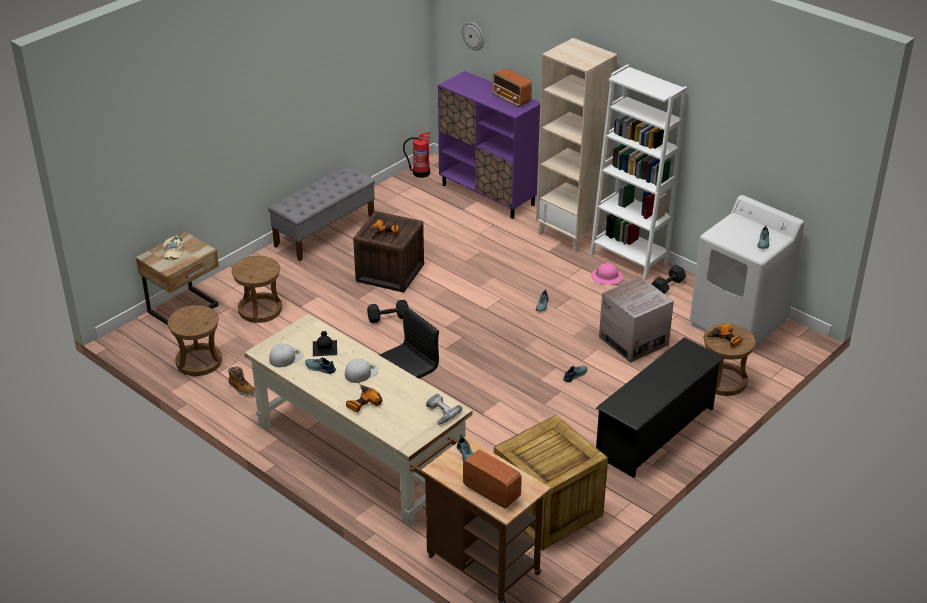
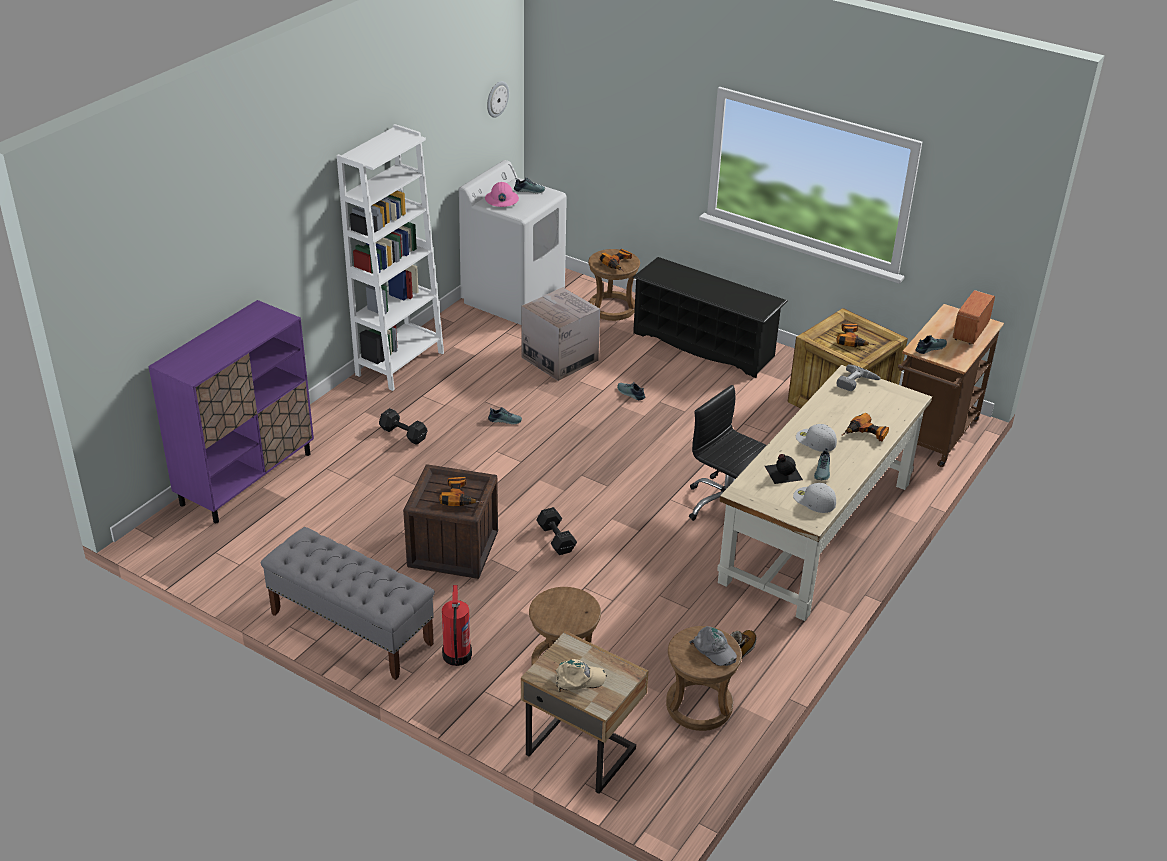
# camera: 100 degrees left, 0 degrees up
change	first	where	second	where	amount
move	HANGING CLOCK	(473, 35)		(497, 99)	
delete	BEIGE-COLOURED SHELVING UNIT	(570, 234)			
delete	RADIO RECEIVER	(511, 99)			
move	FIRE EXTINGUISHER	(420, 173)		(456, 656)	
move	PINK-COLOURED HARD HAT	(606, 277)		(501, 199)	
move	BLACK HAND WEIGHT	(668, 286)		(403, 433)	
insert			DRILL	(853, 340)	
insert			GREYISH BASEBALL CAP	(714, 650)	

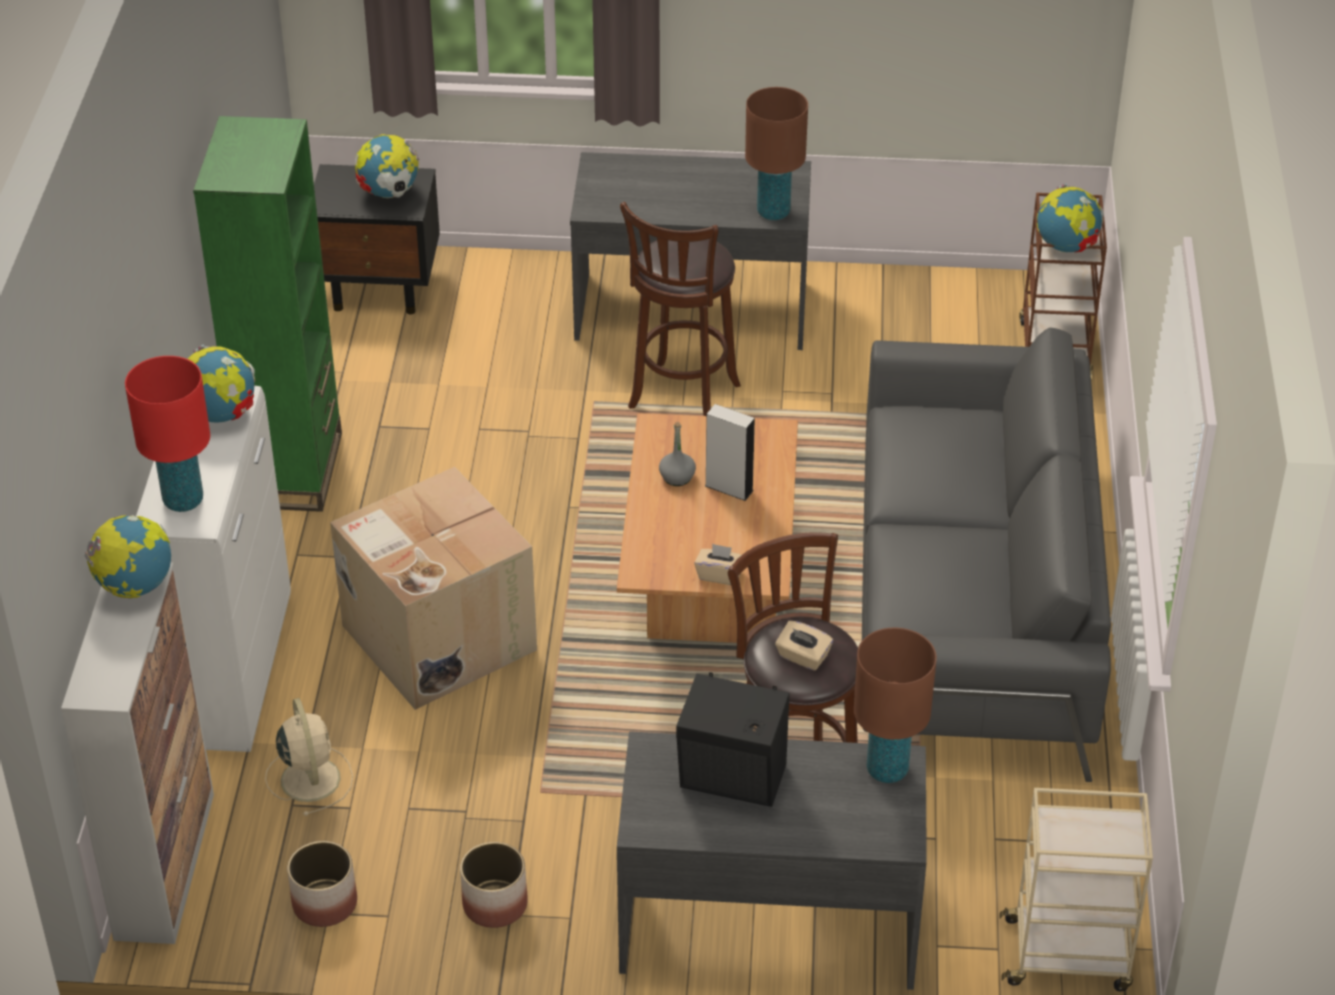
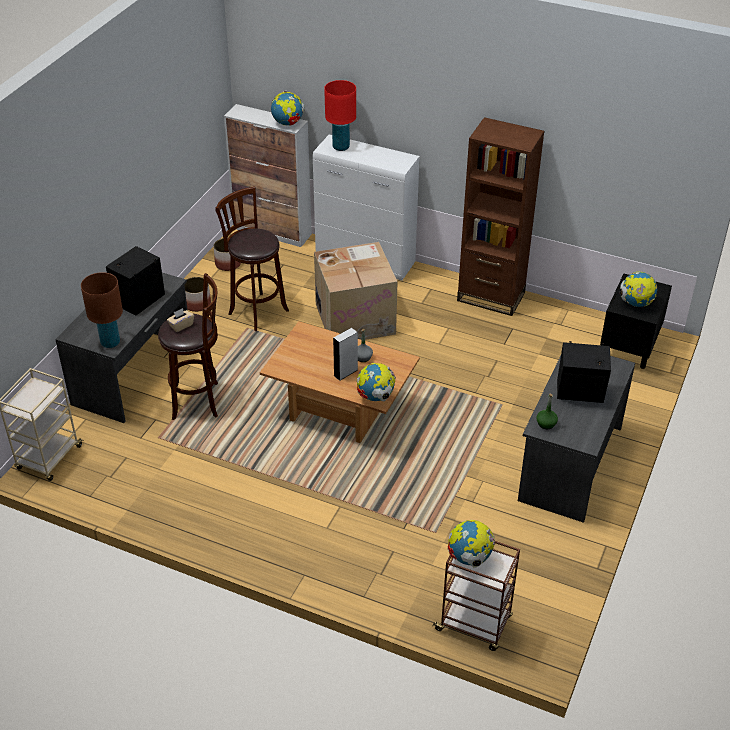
# camera: 110 degrees right, 0 degrees up
change	first	where	second	where	amount
replace	BROWNISH TABLE LAMP	(773, 212)	GREEN DRINK BOTTLE	(546, 424)	
recolor	GREEN SHELVING UNIT	(292, 470)	BROWNISH SHELVING UNIT	(491, 297)	
move	BROWNISH STOOL	(682, 400)		(256, 311)	
delete	GREYISH SETTEE	(971, 601)			
move	WORLD GLOBE	(222, 414)		(375, 397)	
delete	BEIGE-COLOURED TISSUE BOX	(720, 575)			
delete	BEIGE-COLOURED ELECTRIC FAN	(310, 777)			
insert			BLACK LOUDSPEAKER	(581, 393)	

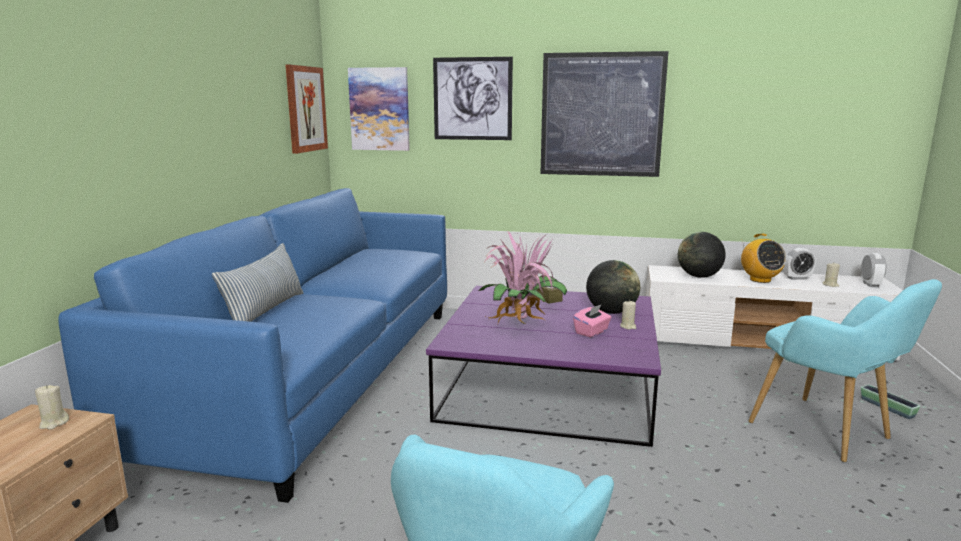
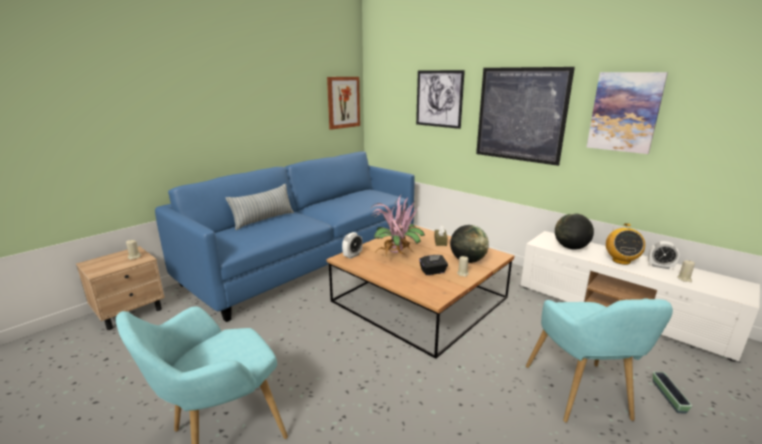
# camera: 30 degrees right, 5 degrees up
change	first	where	second	where	amount
move	WALL ART	(379, 109)		(624, 112)	
move	BEDSIDE CLOCK	(870, 284)		(352, 255)	
recolor	PURPLISH COFFEE TABLE	(549, 386)	BROWNISH COFFEE TABLE	(419, 299)	
recolor	PINK-COLOURED TISSUE BOX	(592, 332)	BLACK TISSUE BOX	(433, 271)	

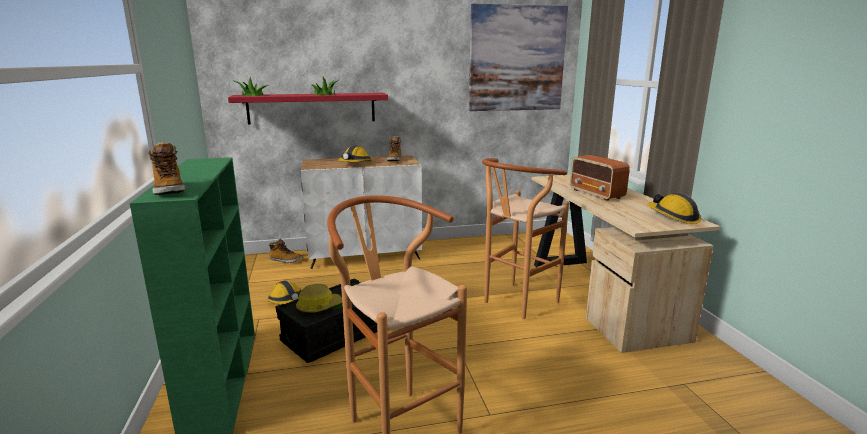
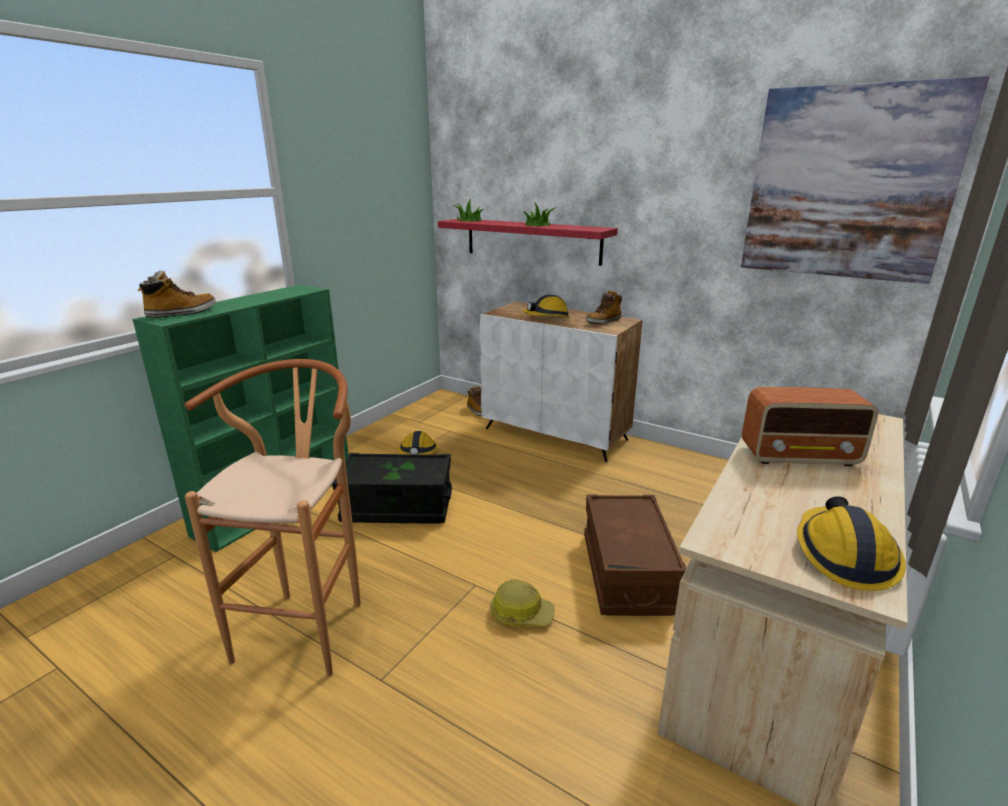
# camera: 45 degrees right, 5 degrees up
change	first	where	second	where	amount
rotate	TALL BOOT	(169, 190)		(182, 313)	150 degrees counterclockwise
rotate	RADIO RECEIVER	(597, 194)		(800, 457)	105 degrees counterclockwise
replace	BROWNISH STOOL	(515, 303)	BROWNISH STORAGE CONTAINER	(626, 573)	
move	HARD HAT	(319, 307)		(521, 613)	

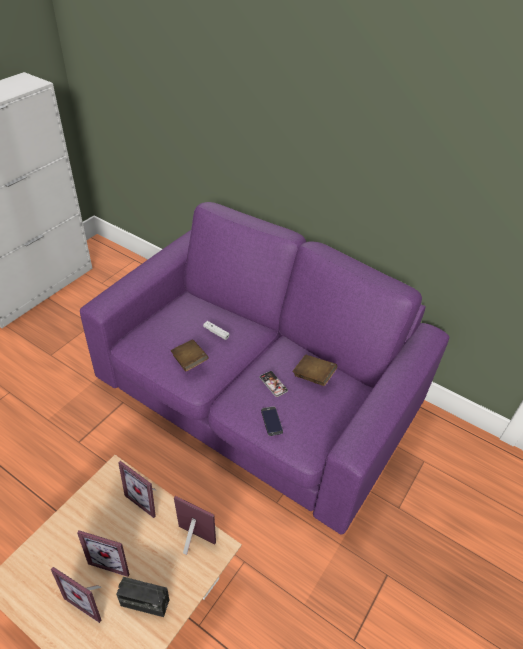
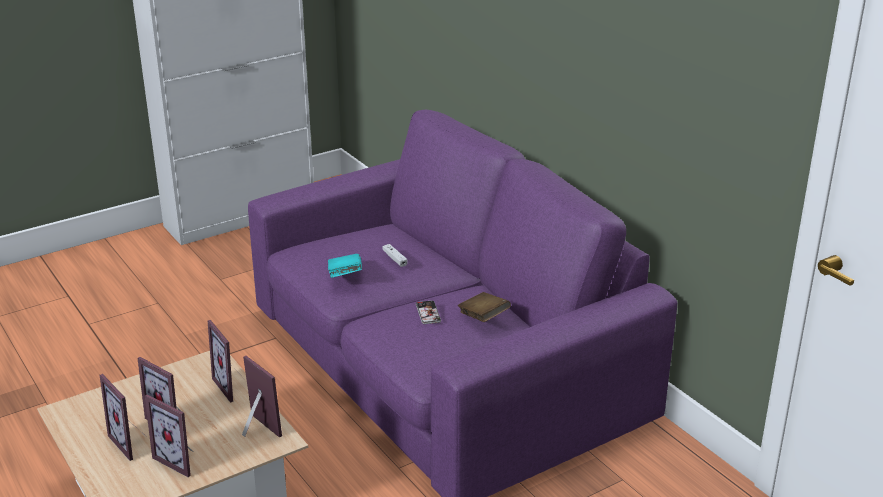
# camera: 25 degrees right, 15 degrees down
change	first	where	second	where	amount
recolor	BROWNISH BOOK	(189, 361)	TURQUOISE BOOK	(345, 276)	
delete	HANDSET	(271, 421)			
replace	RADIO RECEIVER	(145, 603)	PHOTO FRAME	(181, 459)	

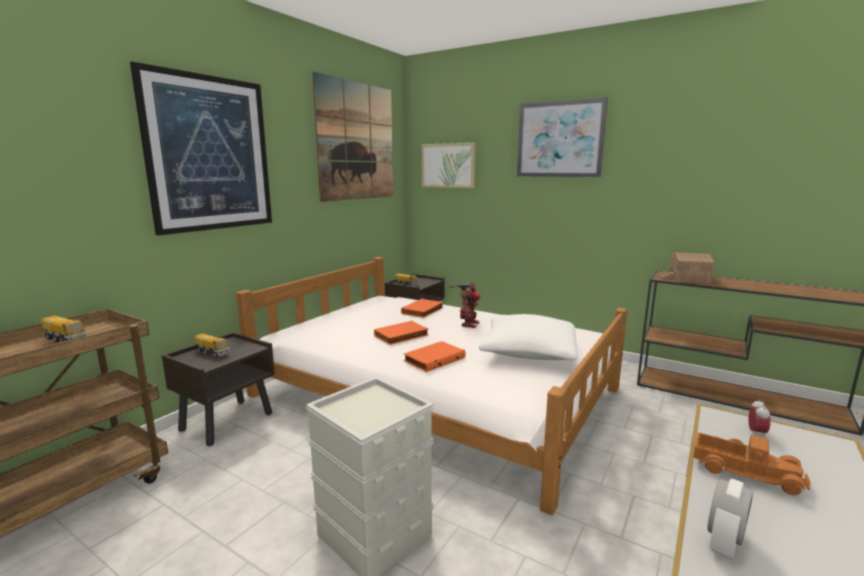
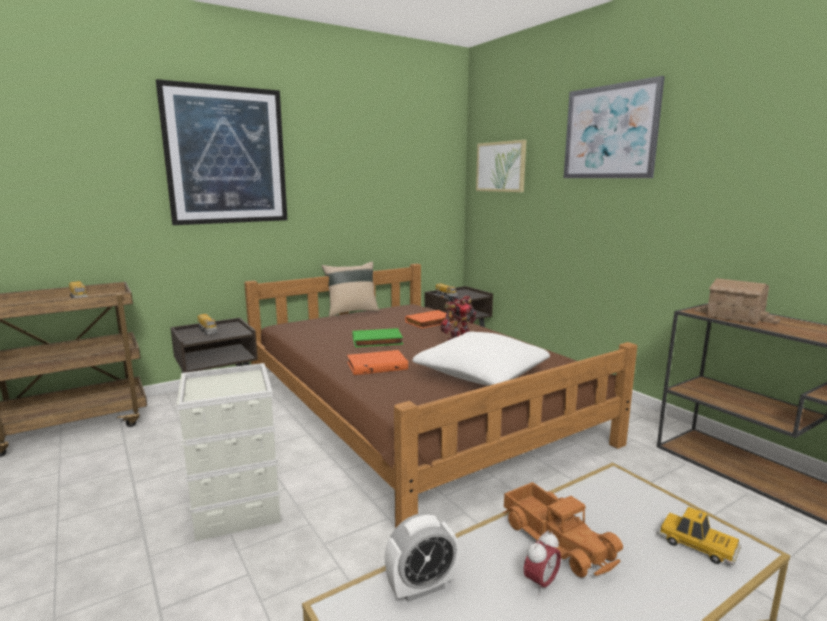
# camera: 25 degrees right, 0 degrees up
change	first	where	second	where	amount
delete	WALL ART	(356, 141)			
recolor	WHITE-COLOURED BEDROOM BED	(437, 392)	BROWNISH BEDROOM BED	(414, 407)	
recolor	ORANGE BOOK	(401, 336)	GREEN BOOK	(377, 341)	
move	BEDSIDE CLOCK	(756, 433)		(541, 583)	
insert			BEIGE-COLOURED PILLOW	(351, 311)	
insert			MINIATURE CAR	(697, 545)	

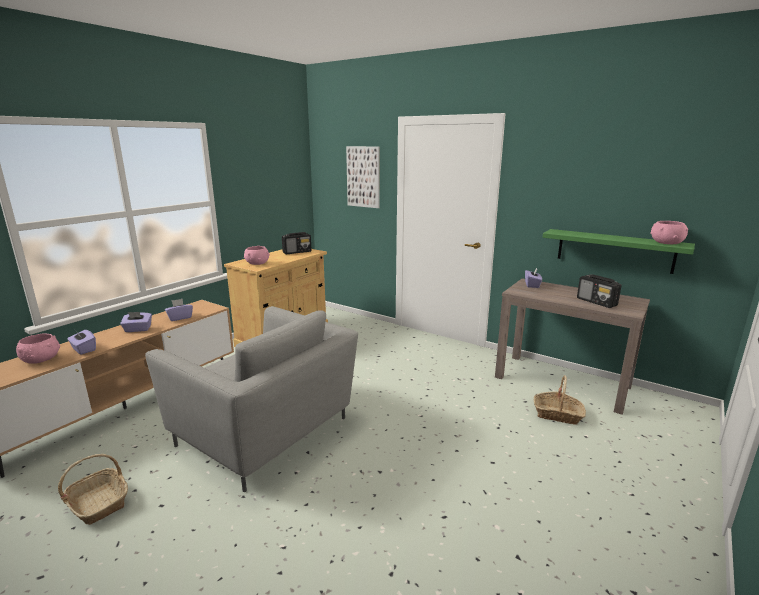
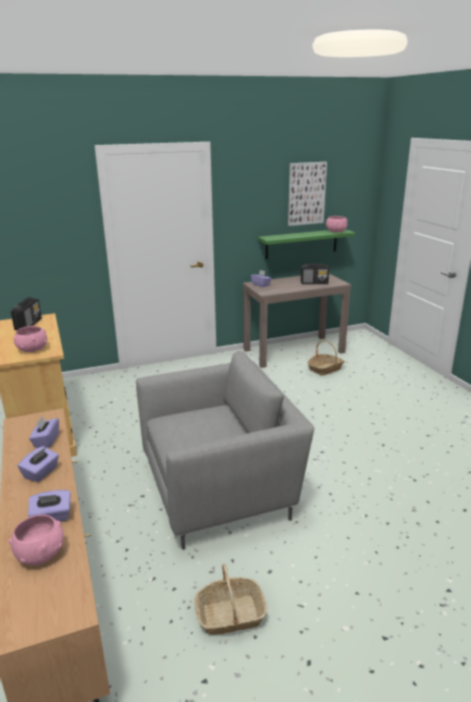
# camera: 55 degrees left, 5 degrees up
change	first	where	second	where	amount
move	WALL ART	(363, 177)		(306, 193)	

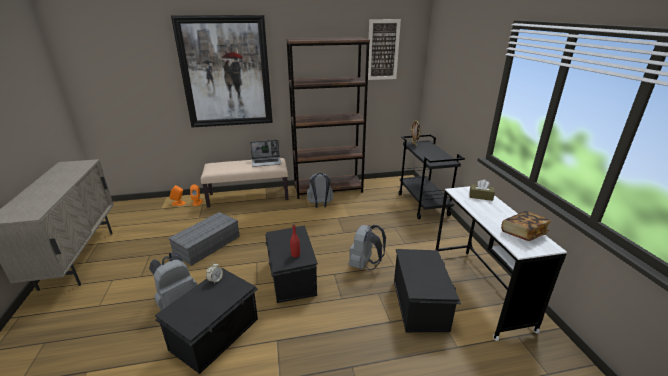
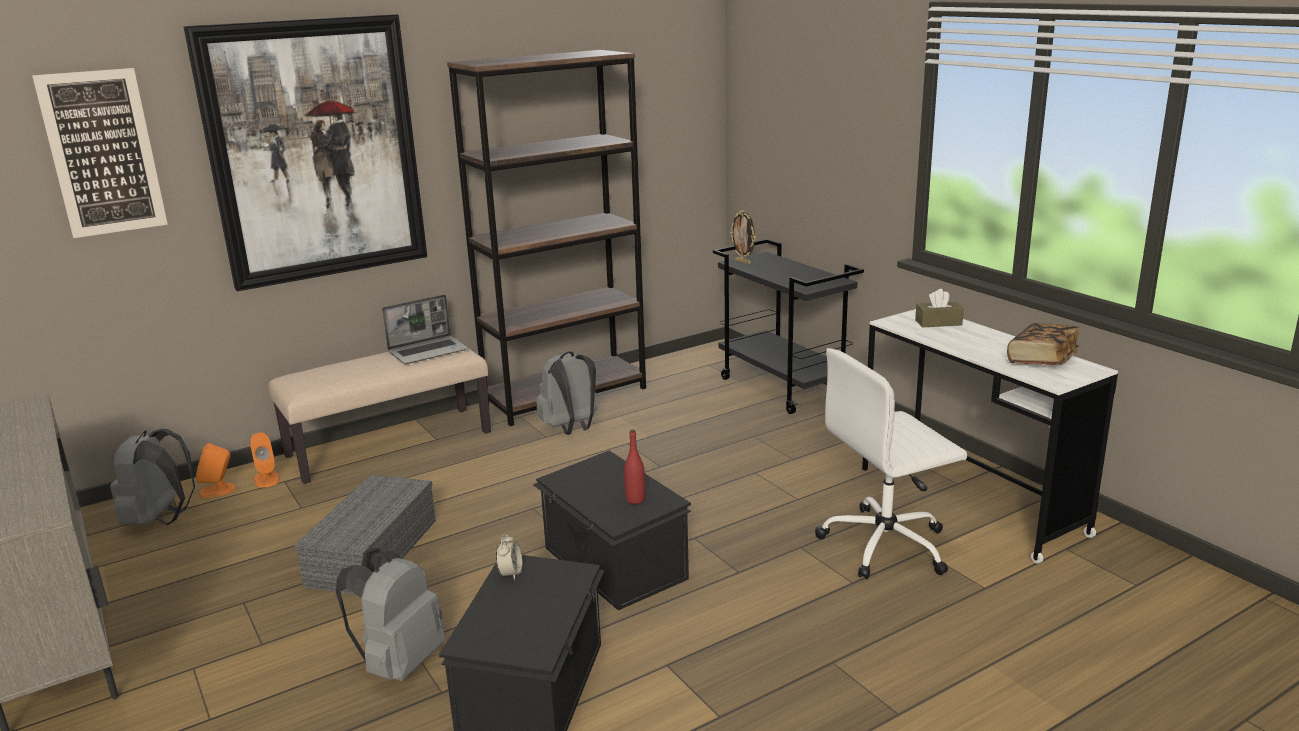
# camera: 20 degrees left, 5 degrees down
change	first	where	second	where	amount
move	WALL ART	(383, 50)		(103, 153)	
move	GREYISH KNAPSACK	(364, 265)		(159, 519)	
replace	BLACK STORAGE CONTAINER	(420, 304)	WHITE-COLOURED OFFICE CHAIR	(887, 544)	

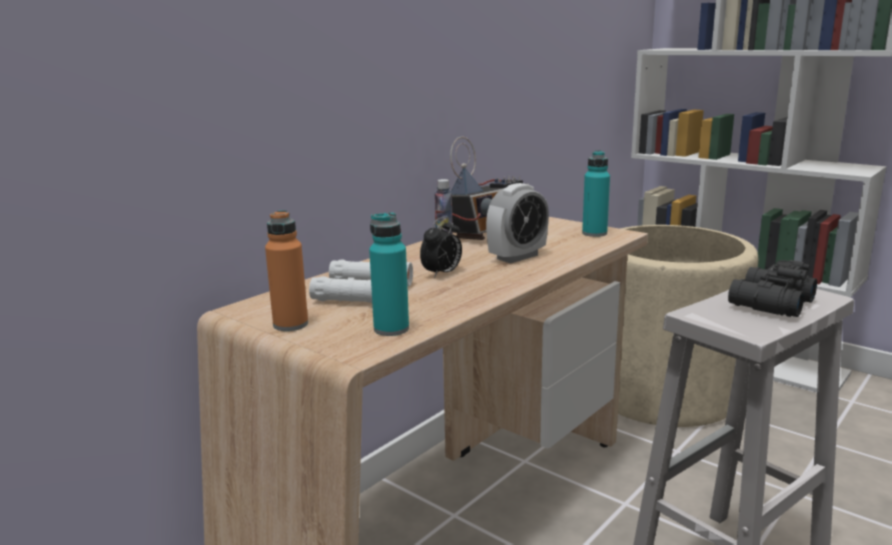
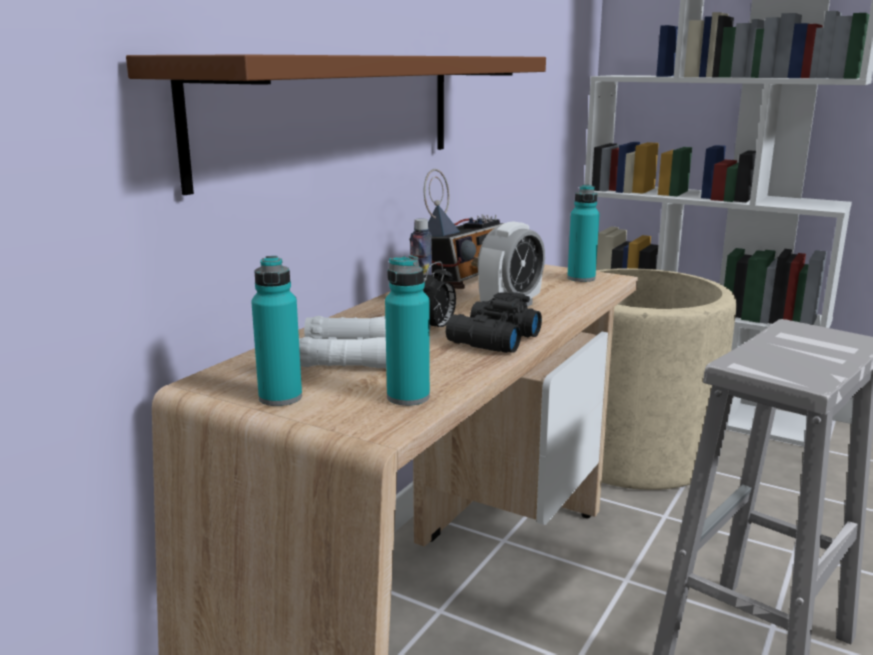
# camera: 10 degrees left, 0 degrees up
change	first	where	second	where	amount
recolor	ORANGE DRINK BOTTLE	(290, 324)	TURQUOISE DRINK BOTTLE	(280, 397)	
move	BLACK BINOCULARS	(768, 303)		(491, 340)	
insert			BROWNISH SHELF	(336, 112)	

